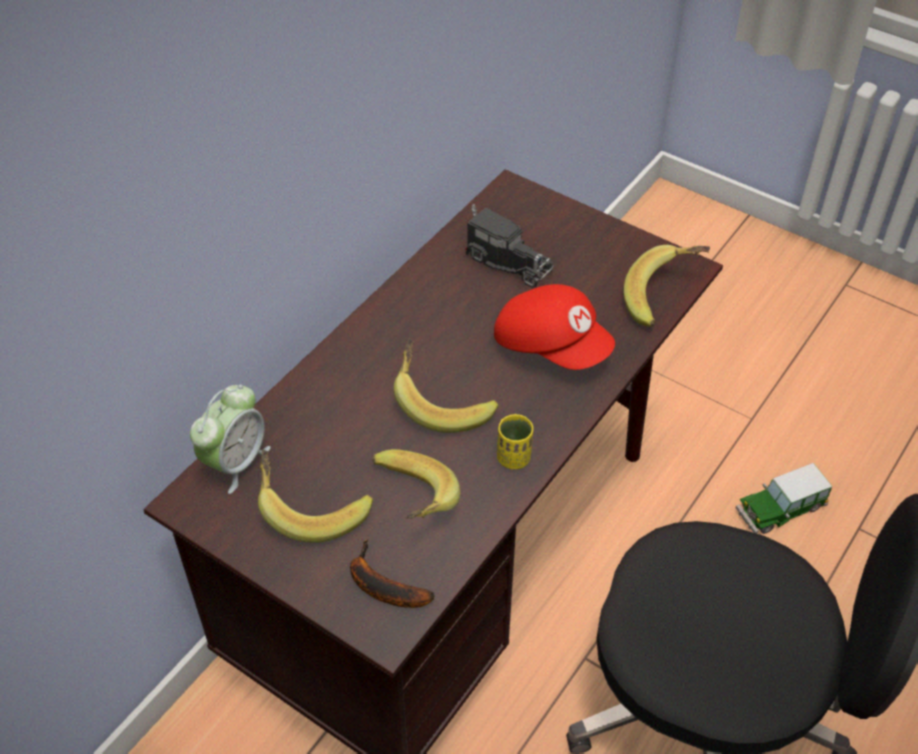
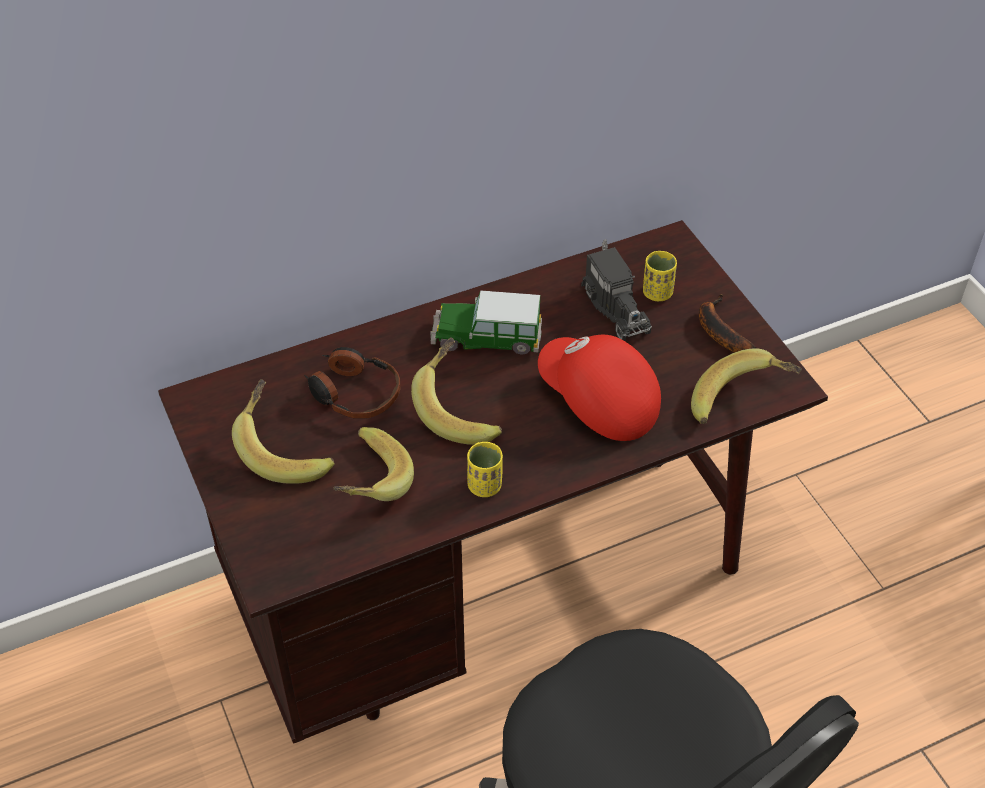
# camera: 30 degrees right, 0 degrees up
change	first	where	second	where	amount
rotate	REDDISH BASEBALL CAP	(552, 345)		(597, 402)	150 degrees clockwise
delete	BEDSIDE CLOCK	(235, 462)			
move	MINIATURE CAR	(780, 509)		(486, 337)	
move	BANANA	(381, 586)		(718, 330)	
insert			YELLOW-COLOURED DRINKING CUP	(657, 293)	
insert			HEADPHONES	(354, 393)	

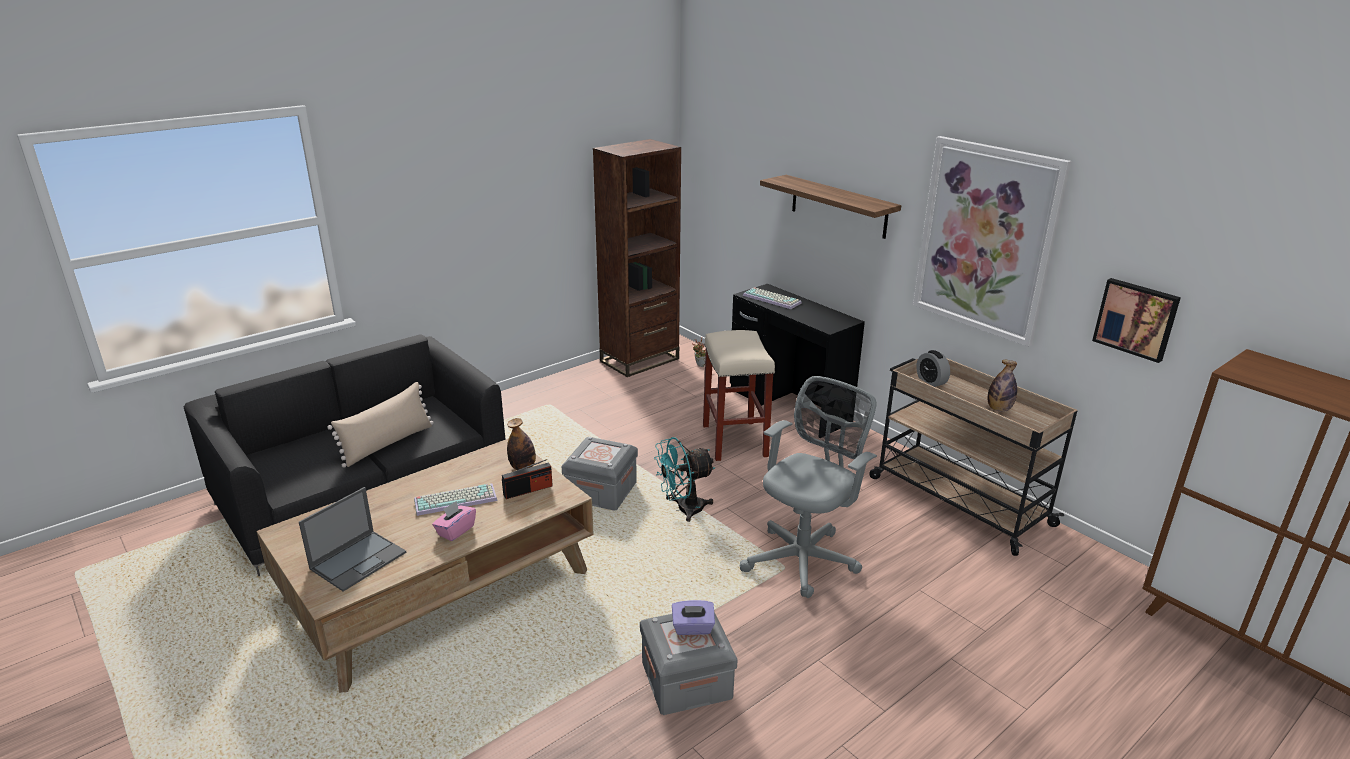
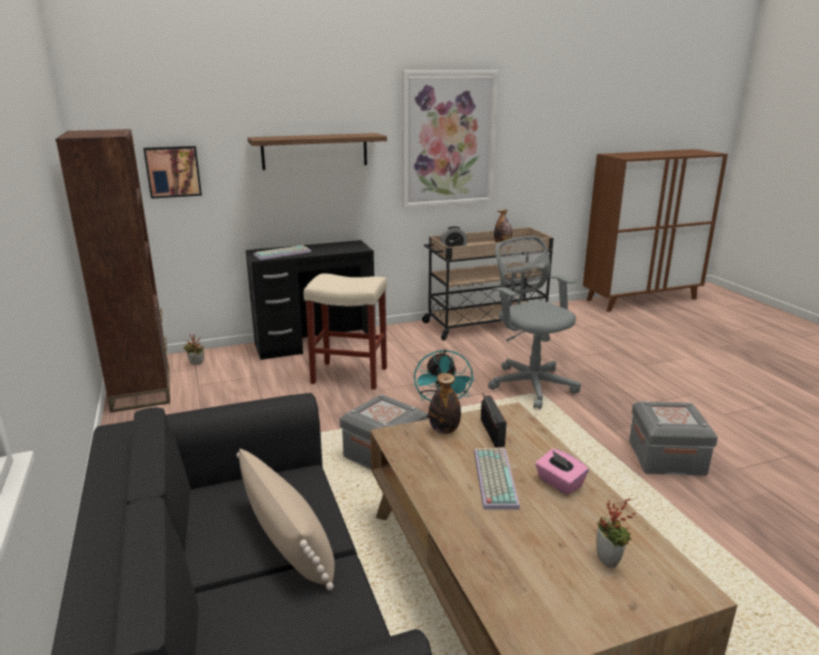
# camera: 70 degrees left, 5 degrees down
change	first	where	second	where	amount
move	WALL ART	(1136, 319)		(173, 171)	
replace	PORTABLE COMPUTER	(359, 560)	POTTED PLANT	(610, 561)	
delete	PURPLISH TISSUE BOX	(693, 628)			

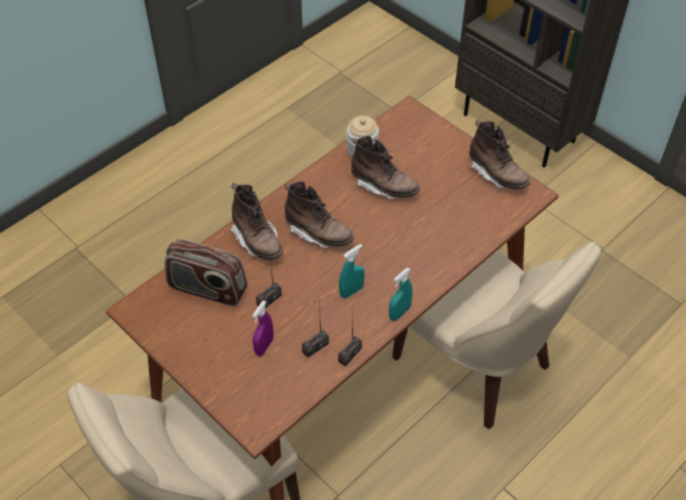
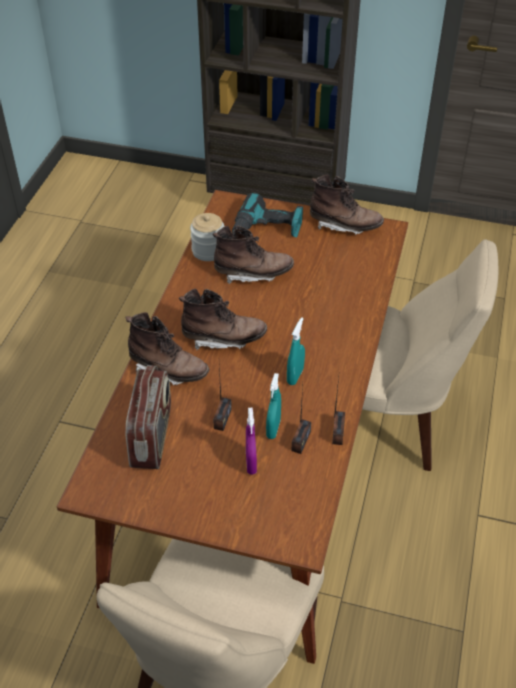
# camera: 30 degrees left, 5 degrees down
change	first	where	second	where	amount
rotate	RADIO RECEIVER	(207, 289)		(152, 436)	75 degrees counterclockwise
move	TURQUOISE SPRAYER	(399, 313)		(273, 429)	
insert			DRILL	(267, 229)	

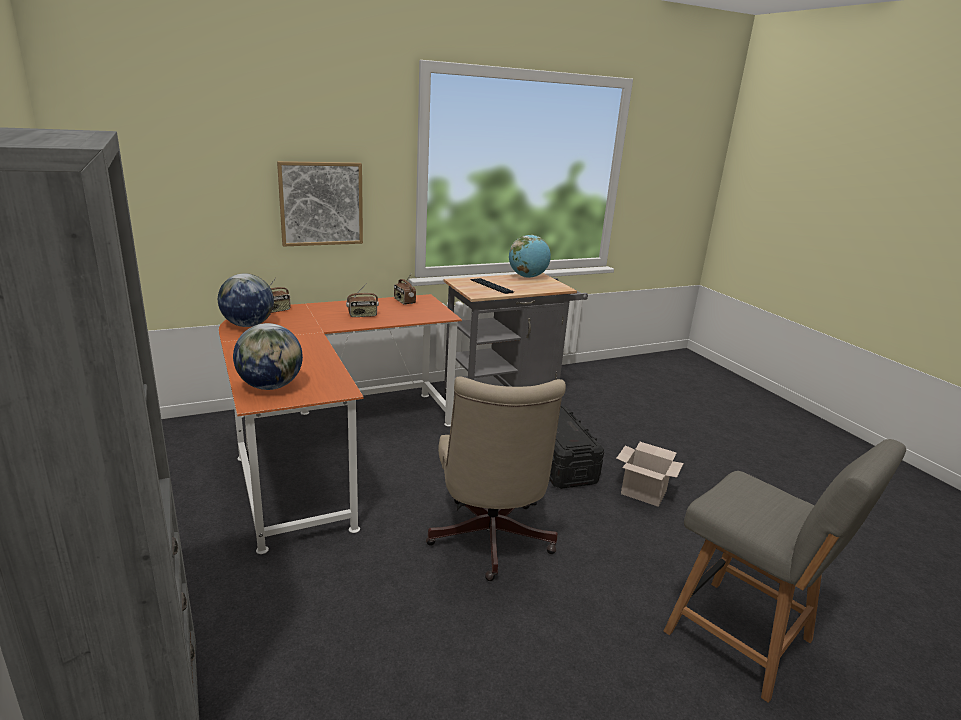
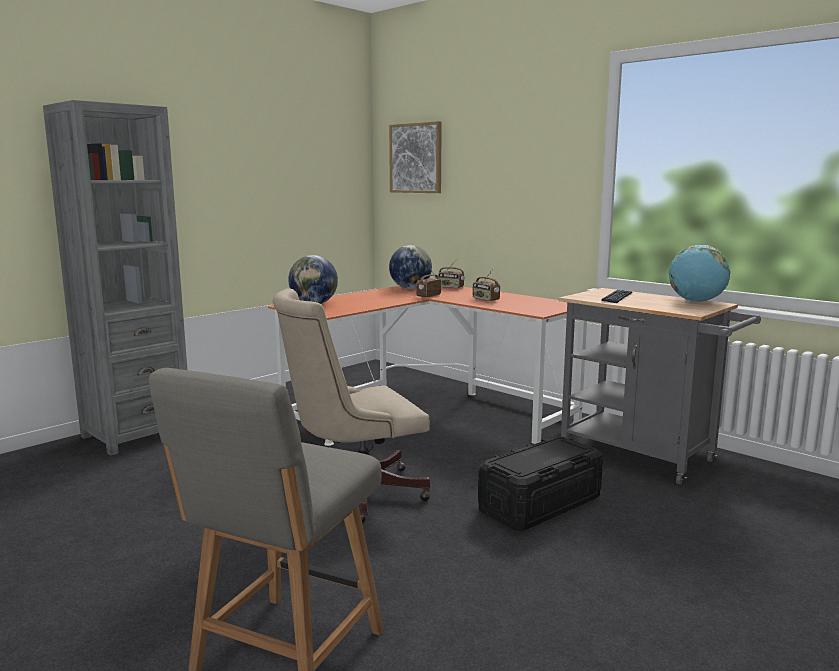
# camera: 70 degrees right, 10 degrees down
change	first	where	second	where	amount
move	WALL ART	(321, 203)		(416, 158)	
move	RADIO RECEIVER	(404, 301)		(428, 296)	
delete	CARTON	(645, 492)			

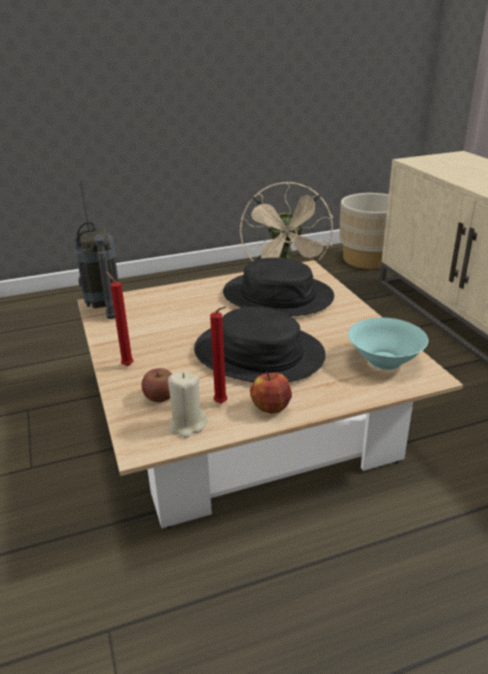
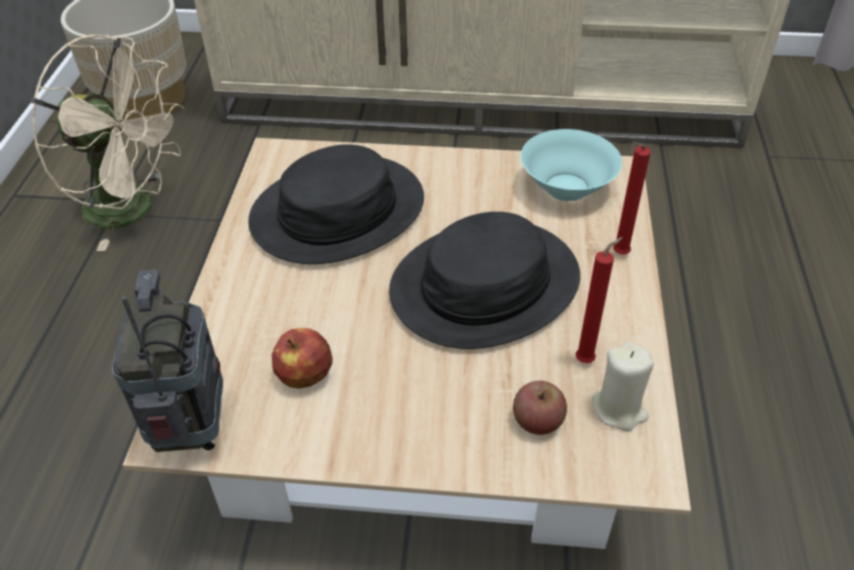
# camera: 65 degrees left, 15 degrees up
change	first	where	second	where	amount
rotate	RADIO RECEIVER	(103, 306)		(192, 428)	105 degrees counterclockwise
move	REDDISH WAX CANDLE	(126, 365)		(618, 255)	
move	WHOLE APPLE	(271, 408)		(305, 376)	

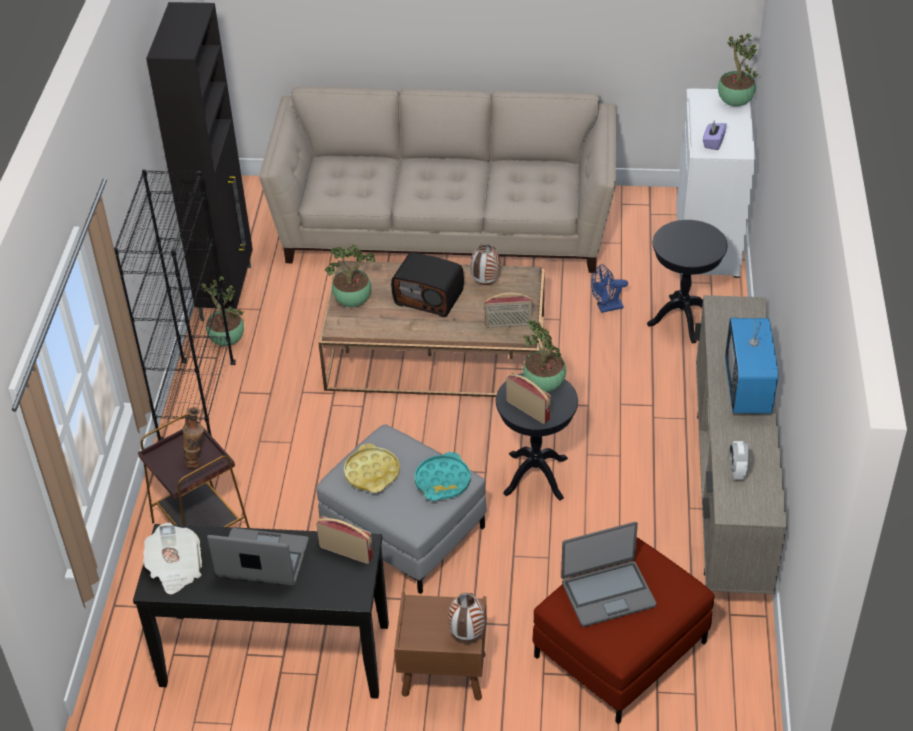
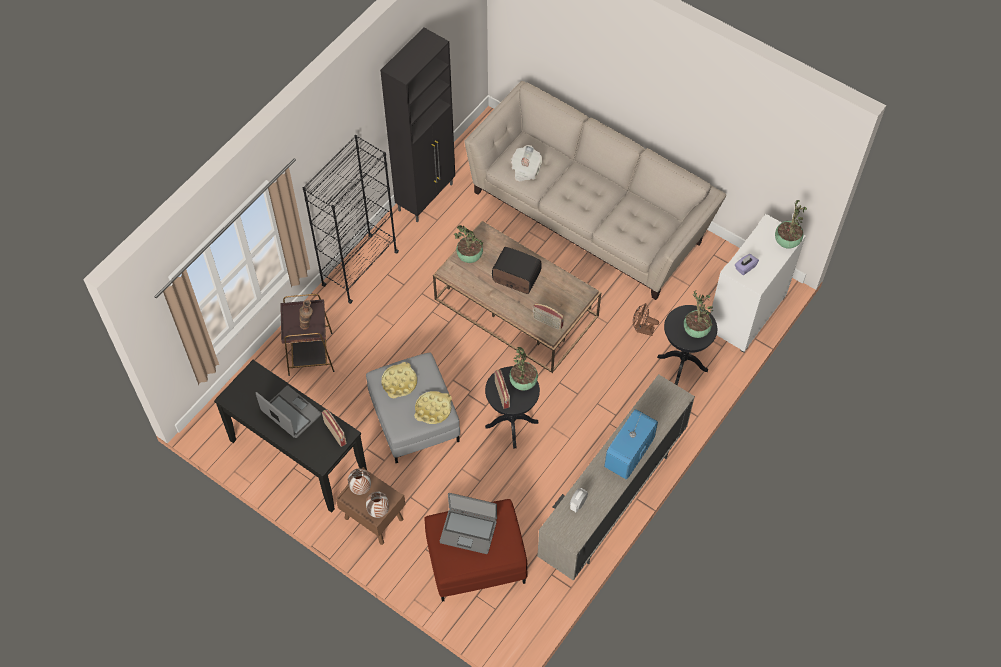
# camera: 30 degrees right, 15 degrees up
change	first	where	second	where	amount
move	VASE	(485, 283)		(360, 489)	
rotate	RADIO RECEIVER	(429, 298)		(515, 278)	150 degrees clockwise
recolor	BLUISH ELECTRIC FAN	(606, 307)	BROWNISH ELECTRIC FAN	(642, 329)	
move	POTTED PLANT	(226, 340)		(695, 330)	
recolor	TURQUOISE CARRYING TRAY	(443, 481)	YELLOW-COLOURED CARRYING TRAY	(433, 409)	
move	DAILY PAPER	(175, 569)		(525, 169)	

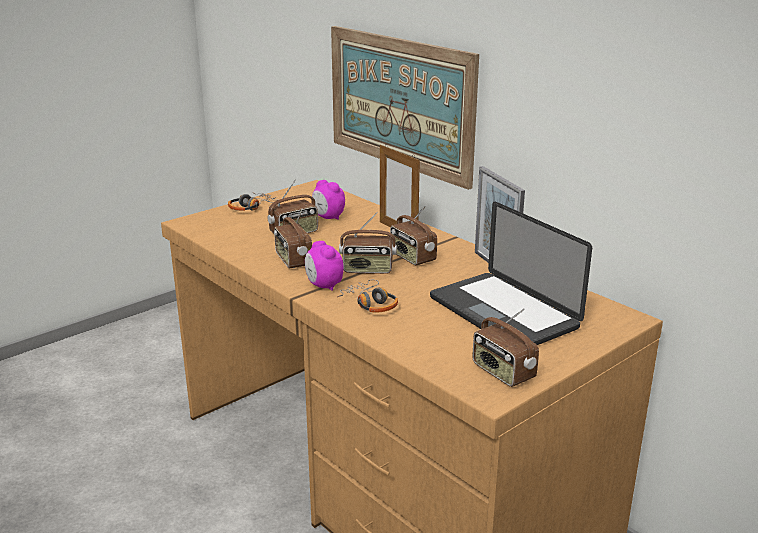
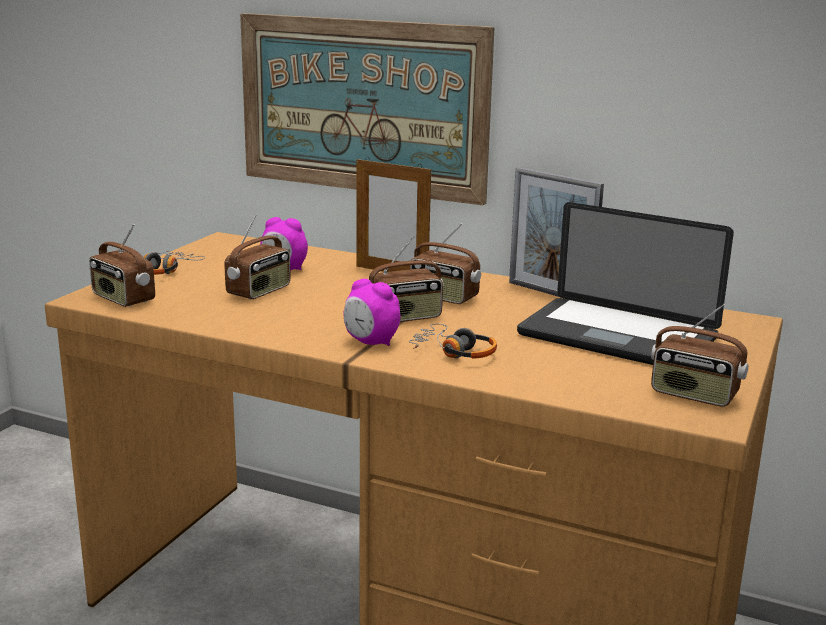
# camera: 25 degrees left, 5 degrees down
change	first	where	second	where	amount
move	RADIO RECEIVER	(293, 260)		(122, 299)	

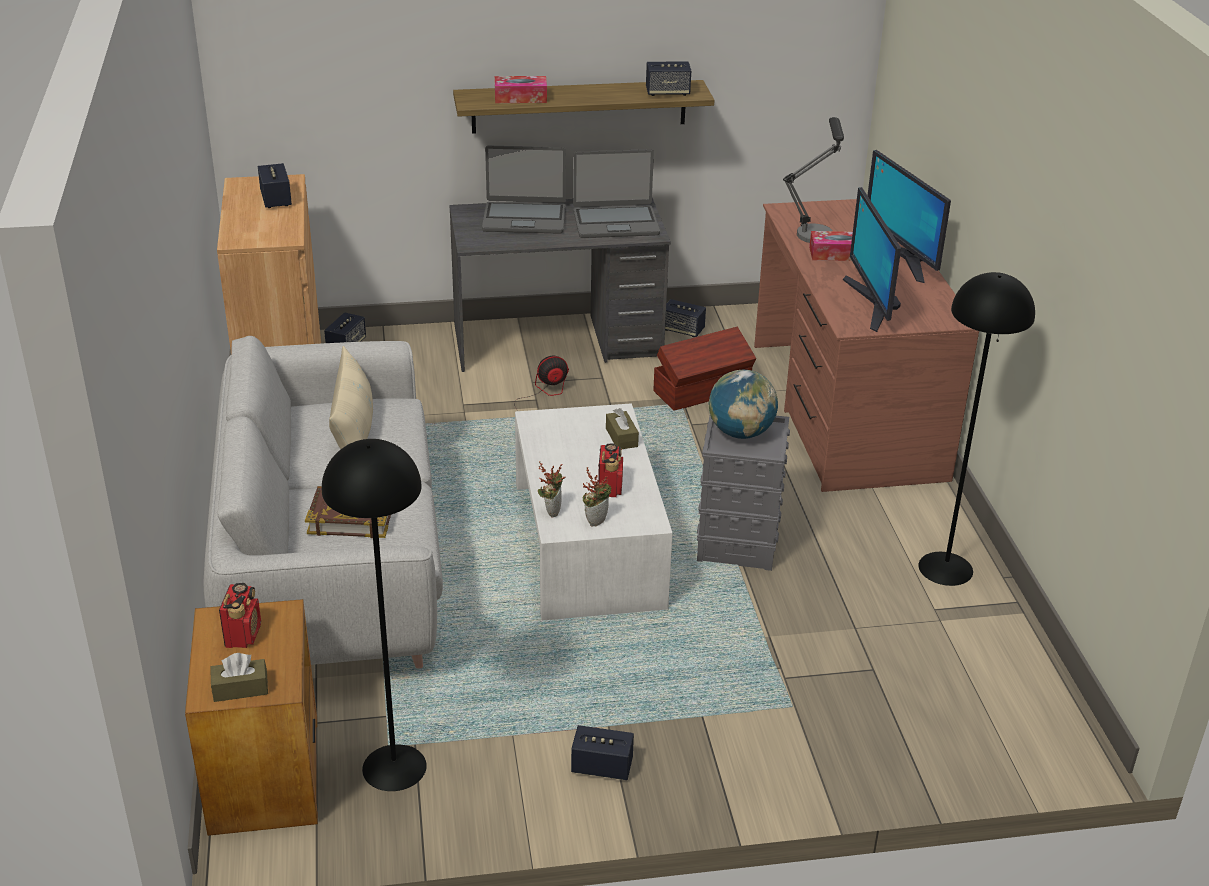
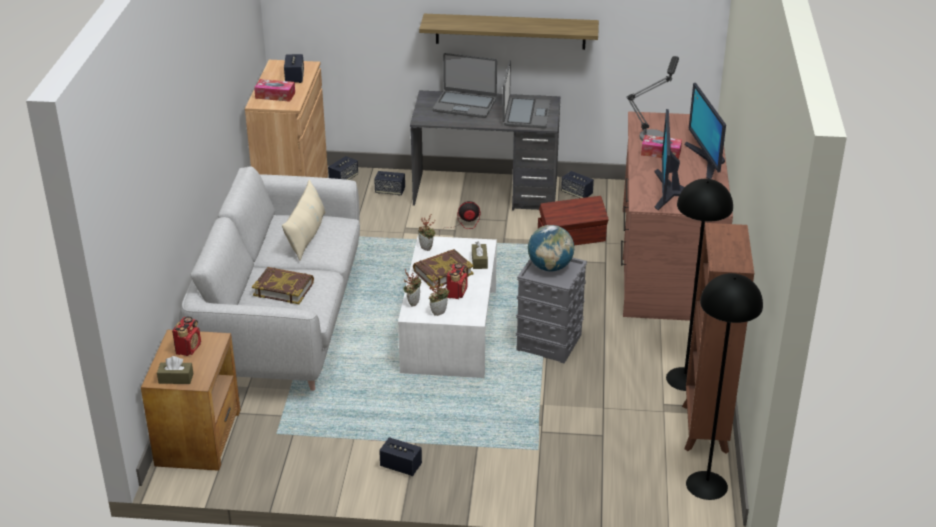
# camera: 15 degrees right, 0 degrees up
change	first	where	second	where	amount
move	LOUDSPEAKER	(667, 92)		(390, 191)	
move	TISSUE BOX	(520, 97)		(275, 95)	
rotate	PORTABLE COMPUTER	(615, 222)		(525, 114)	90 degrees counterclockwise
move	BLACK STANDING LAMP	(394, 768)		(706, 485)	
insert			POTTED PLANT	(427, 248)	
insert			BROWNISH SHELVING UNIT	(704, 429)	
insert			BOOK	(442, 272)	

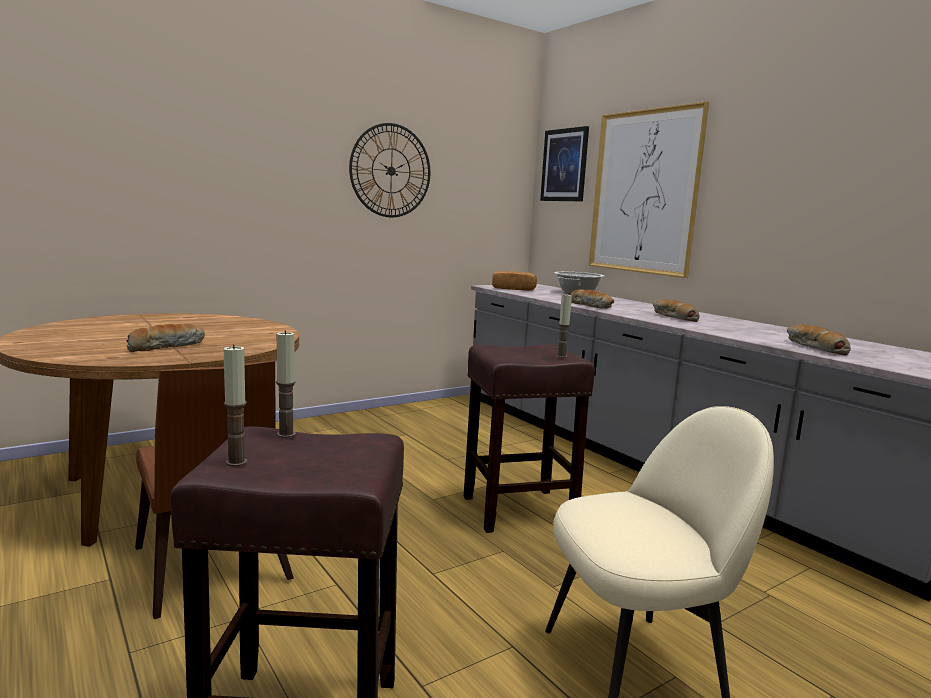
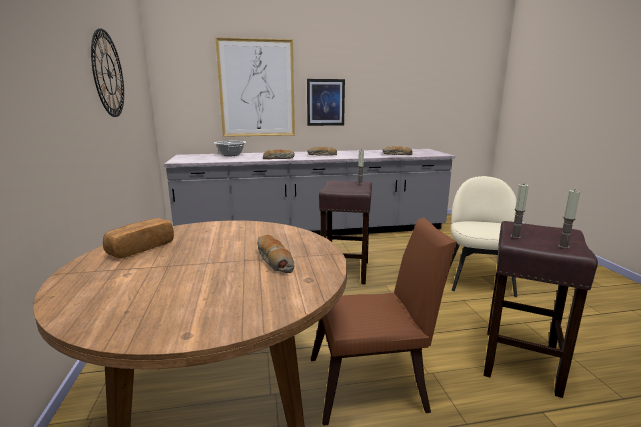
# camera: 65 degrees left, 5 degrees up
change	first	where	second	where	amount
move	WALL ART	(564, 165)		(325, 102)	
move	BREAD	(513, 289)		(140, 248)	

